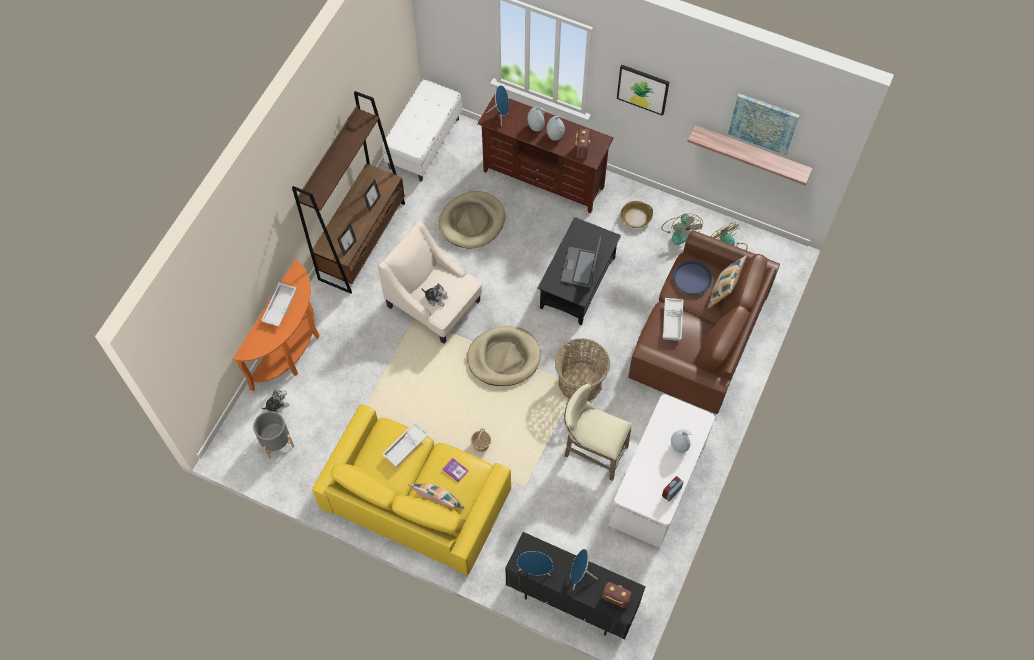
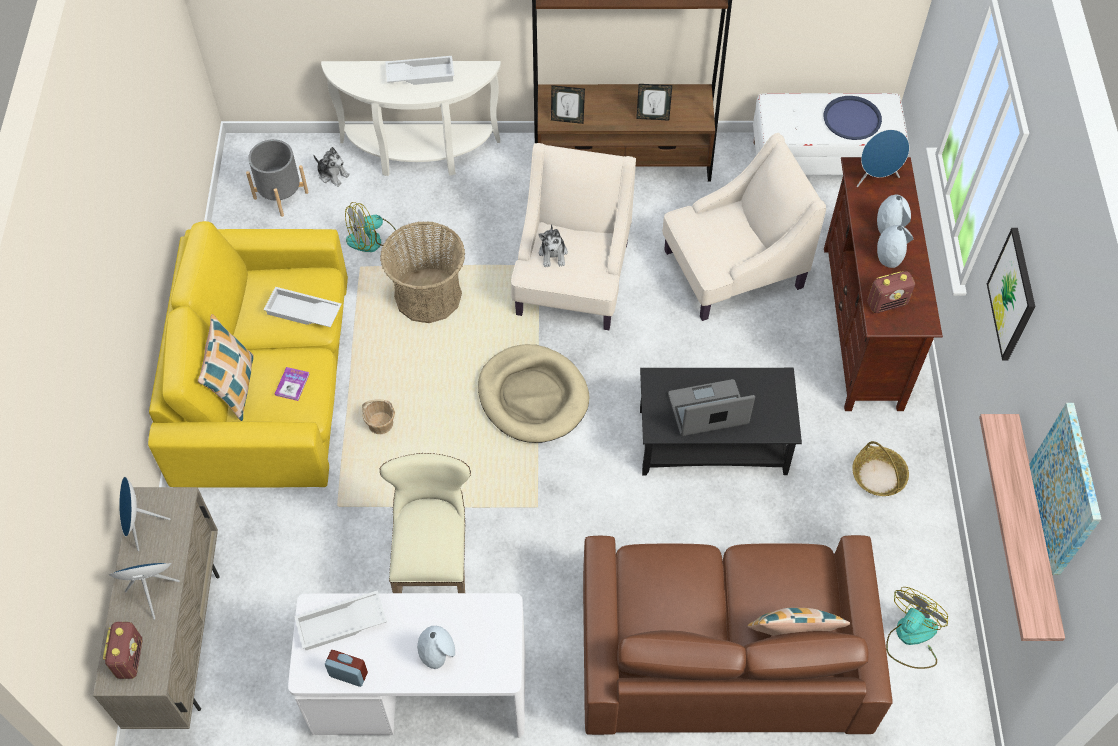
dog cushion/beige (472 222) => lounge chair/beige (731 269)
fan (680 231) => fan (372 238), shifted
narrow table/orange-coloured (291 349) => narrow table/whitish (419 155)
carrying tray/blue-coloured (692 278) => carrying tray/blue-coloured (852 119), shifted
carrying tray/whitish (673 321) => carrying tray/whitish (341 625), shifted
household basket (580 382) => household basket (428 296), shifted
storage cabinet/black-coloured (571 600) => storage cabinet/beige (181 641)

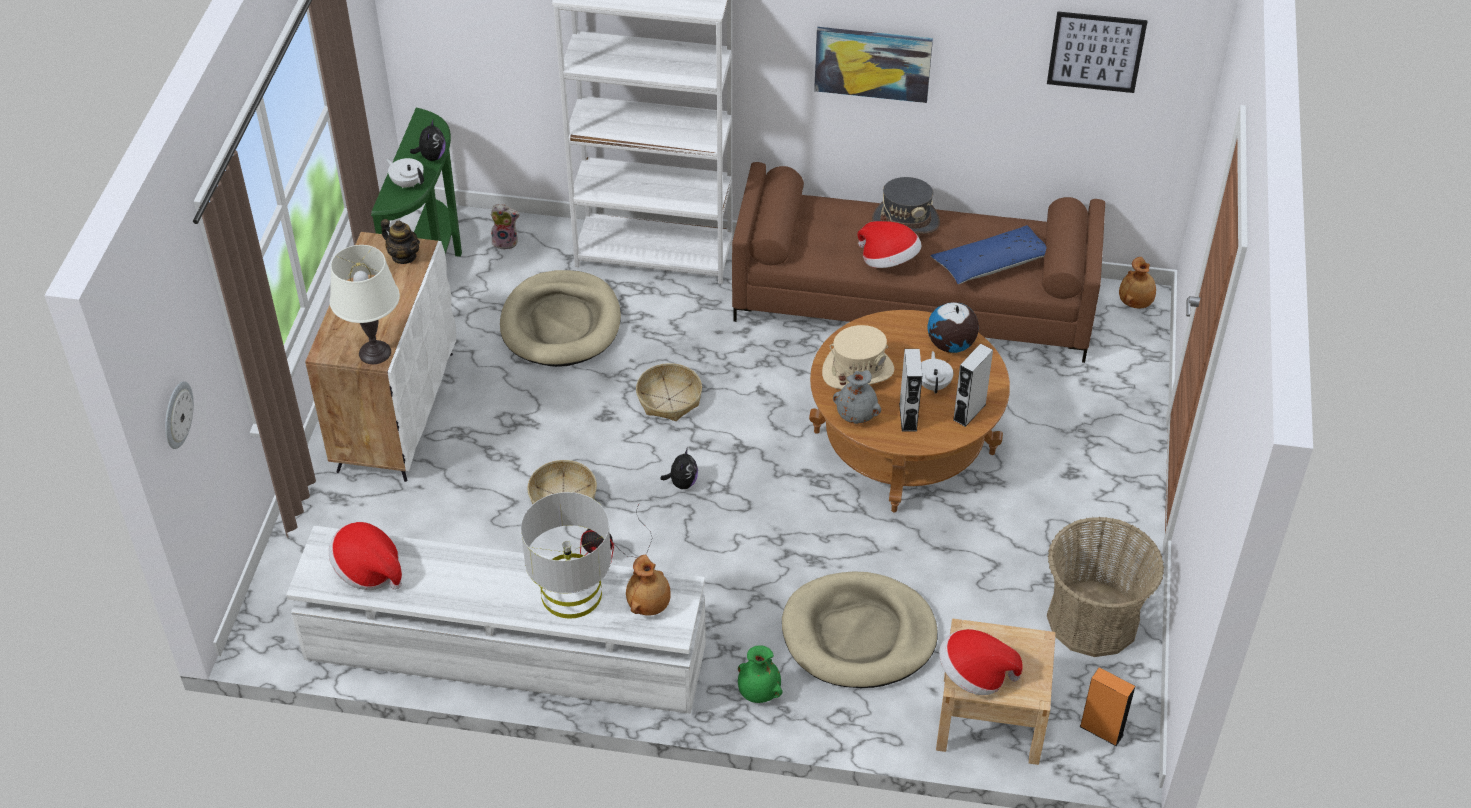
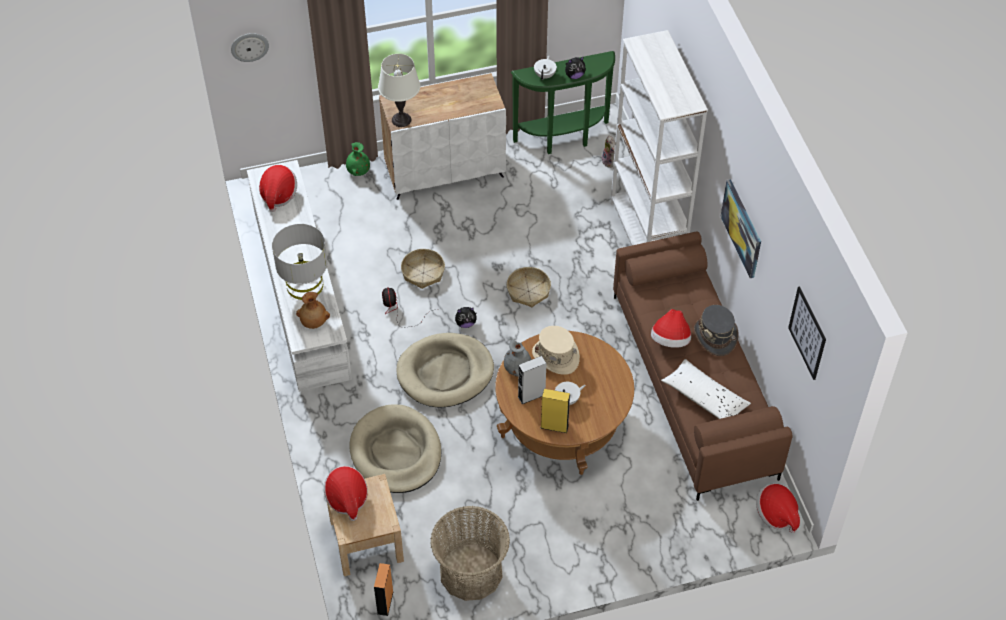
teapot (404 256) => nothing
pillow/blue-coloured (992 264) => pillow/whitish (704 397)
vase/brown-coloured (1135 302) => clothing hat (776 514)
dog cushion/beige (561 323) => dog cushion/beige (445 373), shifted
world globe (950 345) => nothing
speaker/greyish (969 412) => speaker/yellow (554 426)
vase/green-coloured (758 692) => vase/green-coloured (358 171), shifted

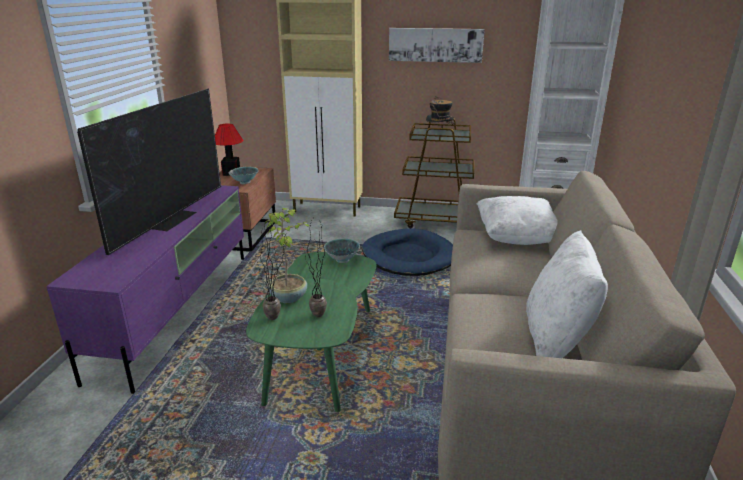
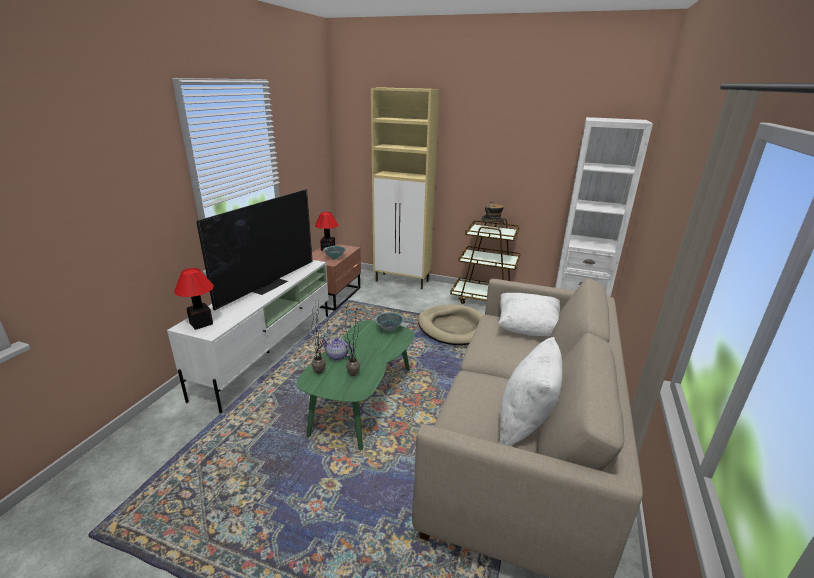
wall picture (435 45) => nothing
tv unit/purplish (177 310) => tv unit/whitish (269 351)
potted plant (289 297) => teapot (337 356)
dog cushion/blue-coloured (408 256) => dog cushion/beige (453 328)
nothing => lamp for a table (201 323)

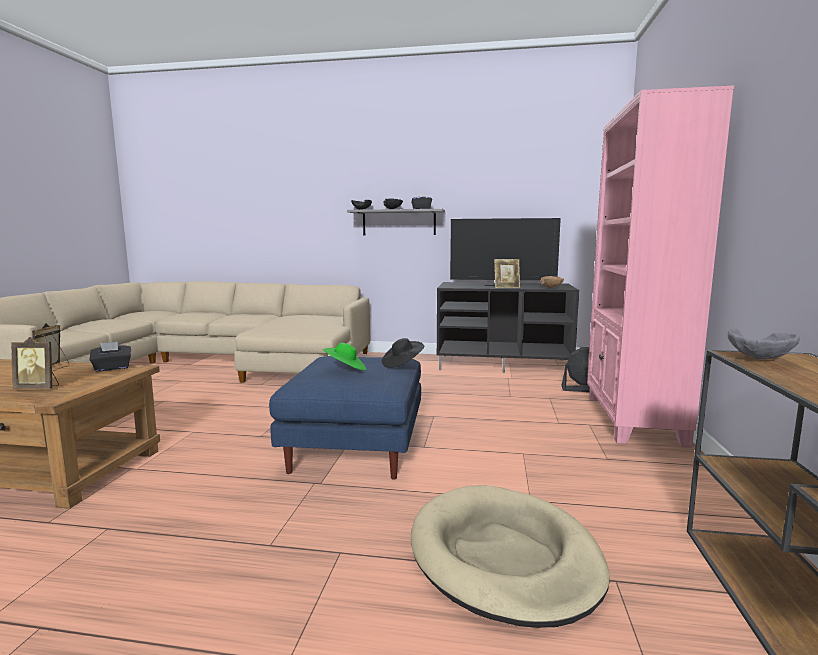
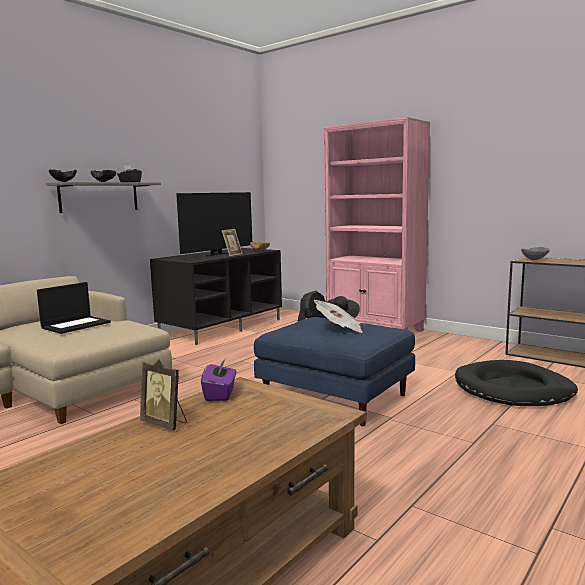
picture frame (38 388) => nothing
box of tissues/black-coloured (112 368) => box of tissues/purplish (220 394)
clothing hat/green-coloured (345 369) => daily paper (339 329)
dog cushion/beige (504 557) => dog cushion/black-coloured (513 389)
nothing => portable computer (76 325)

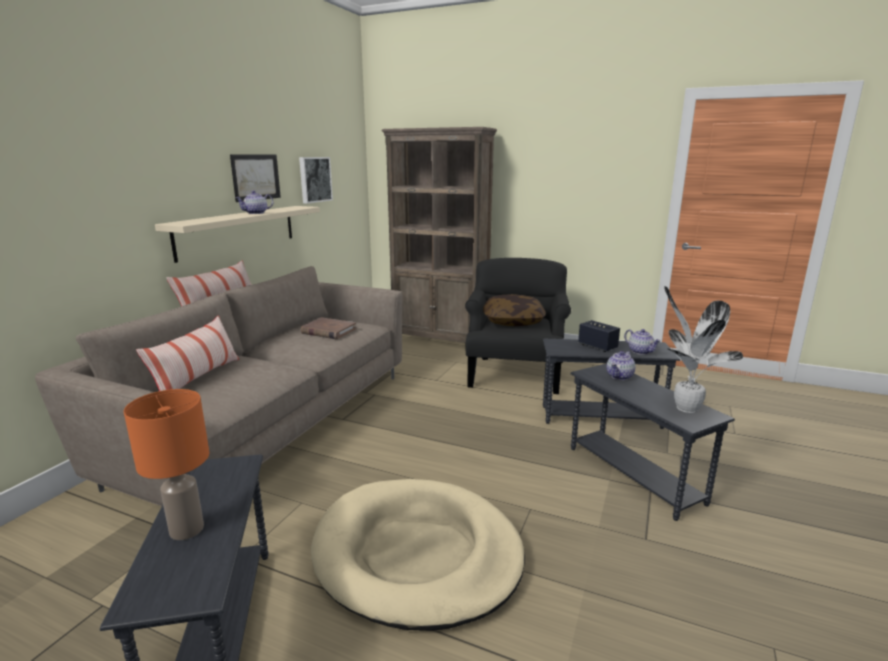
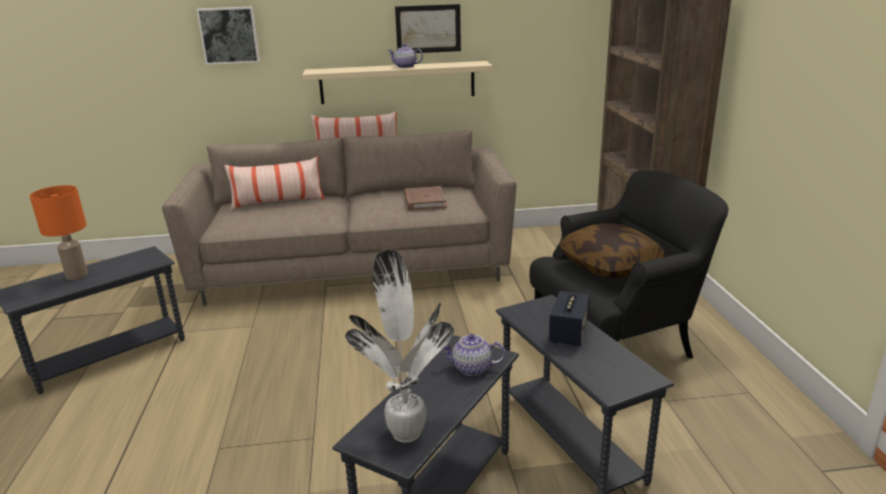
wall picture (314 179) => wall picture (229 35), shifted
teapot (640 351) => nothing
dog cushion/beige (417 554) => nothing

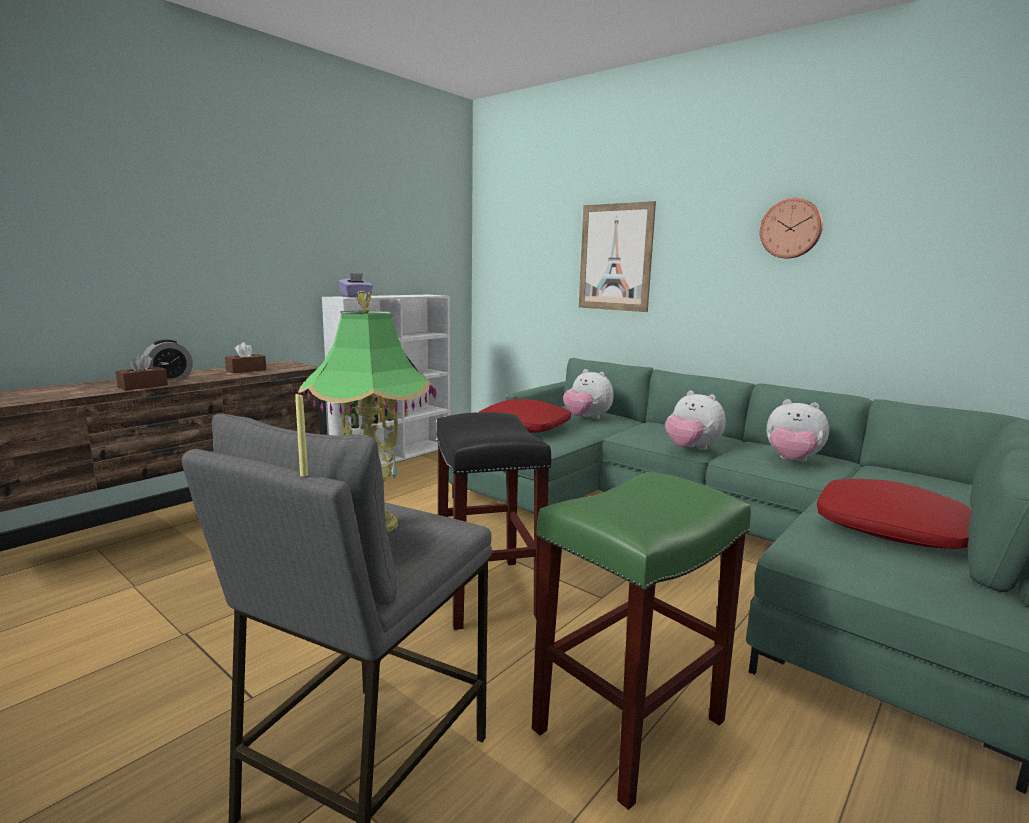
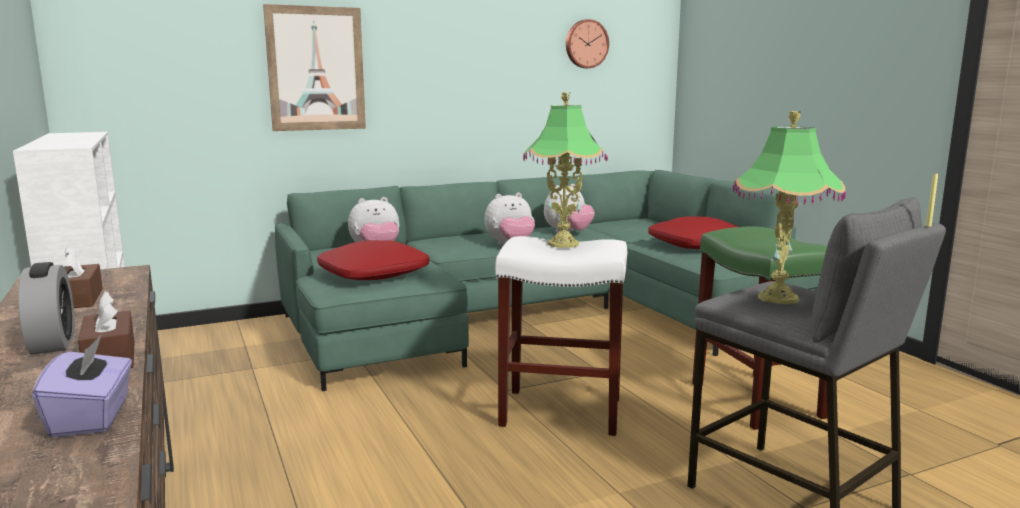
hanging clock (791 228) => hanging clock (586 44), shifted
box of tissues/purplish (356 297) => box of tissues/purplish (92 417), shifted
sitting stool/black-coloured (488 593) => sitting stool/whitish (563 411)
nothing => lamp for a table (563 244)

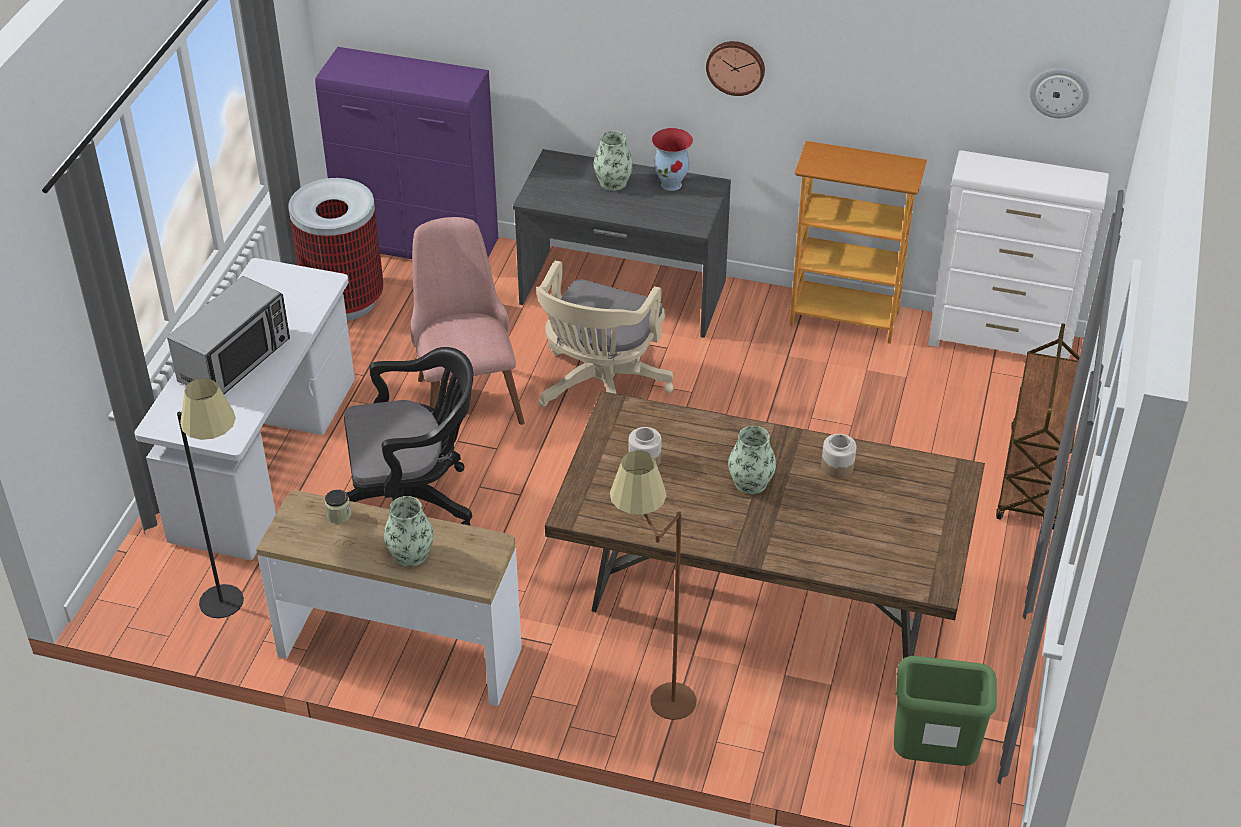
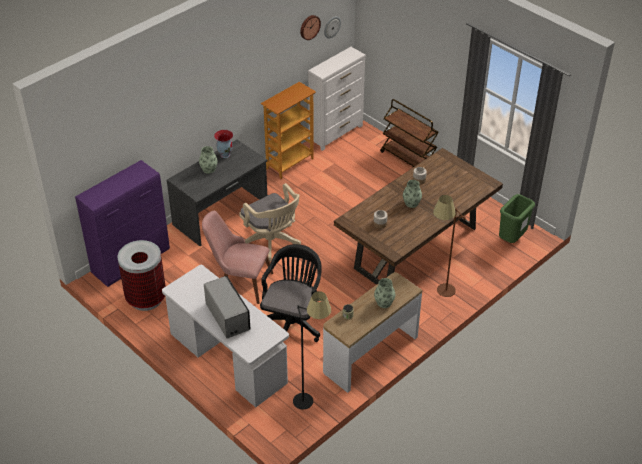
hanging clock (736 66) => hanging clock (309 27), shifted

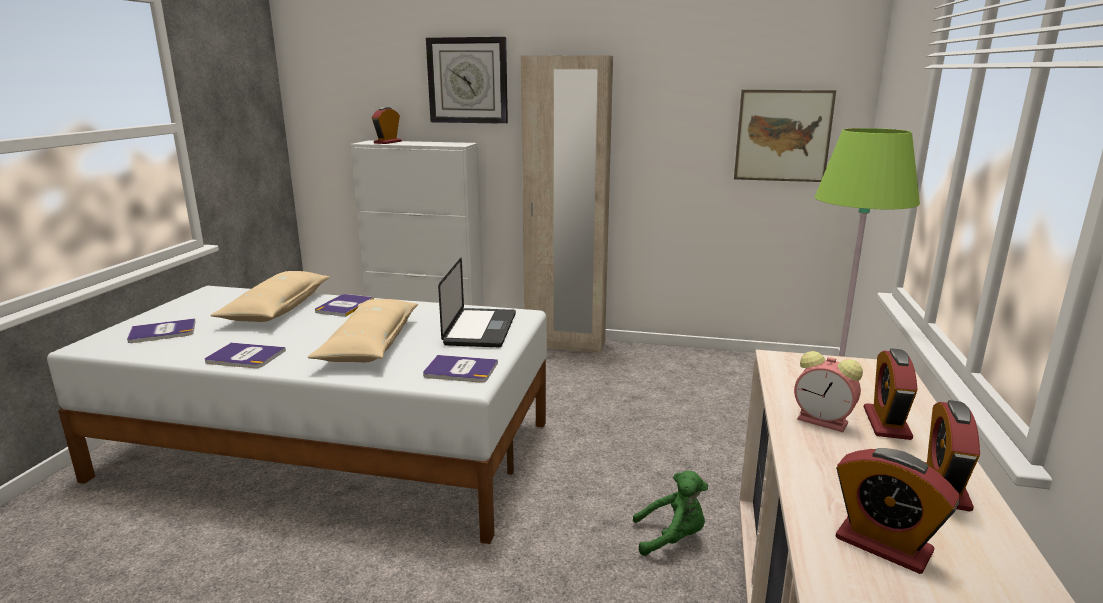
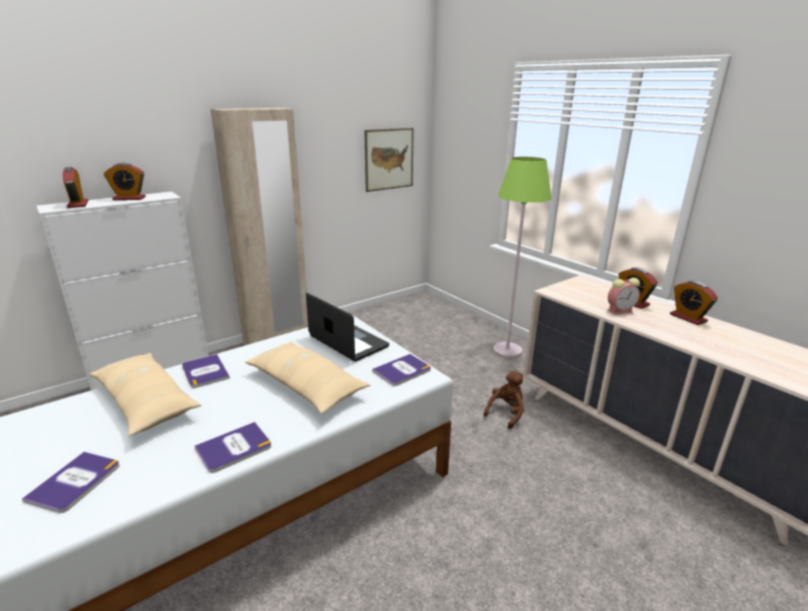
hanging clock (468 80) => nothing
alarm clock (883 545) => alarm clock (129 198), shifted
cuddly toy/green-coloured (672 538) => cuddly toy/brown-coloured (506 413)

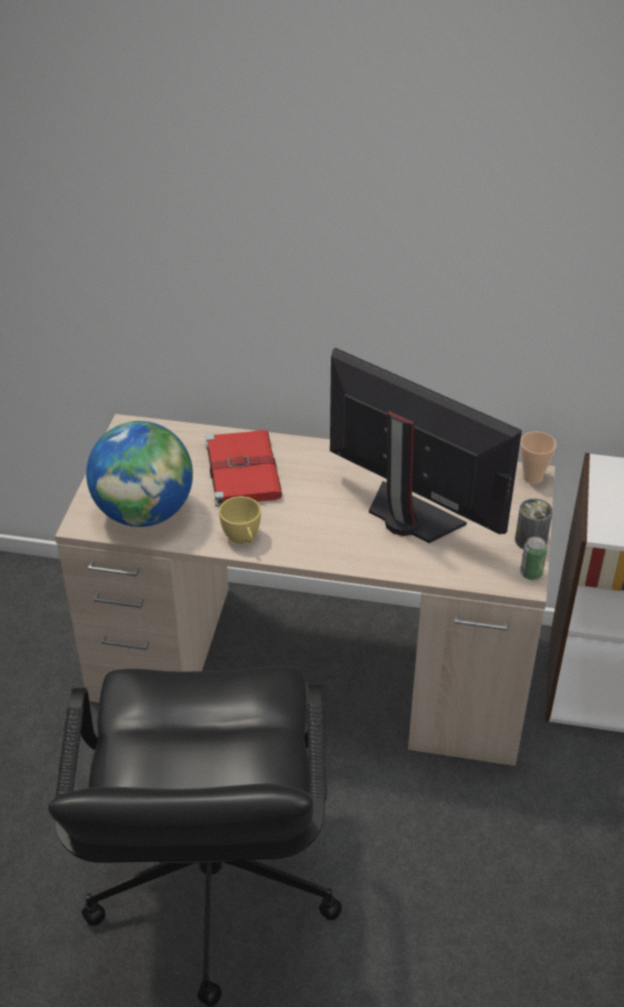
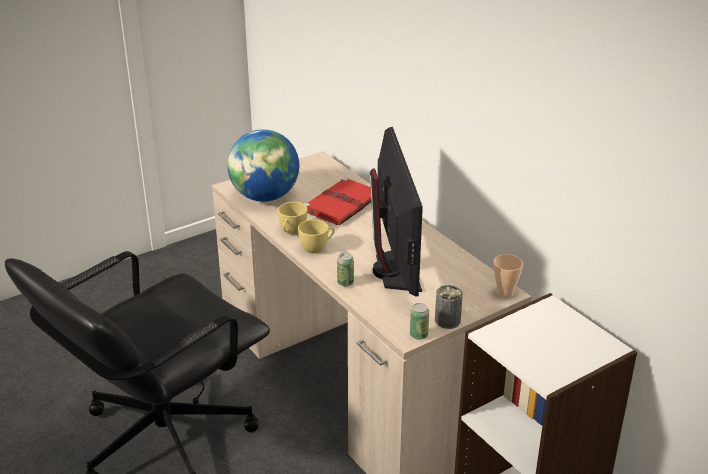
nothing => drinking cup/yellow (317 248)
nothing => sealed can (345 283)

